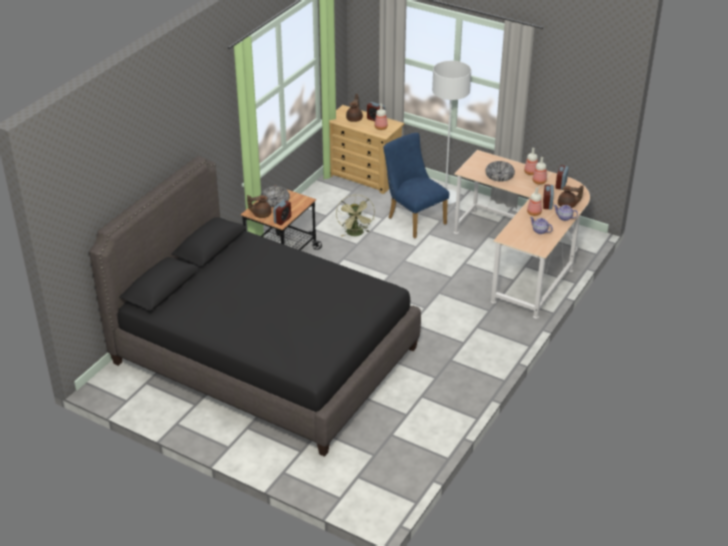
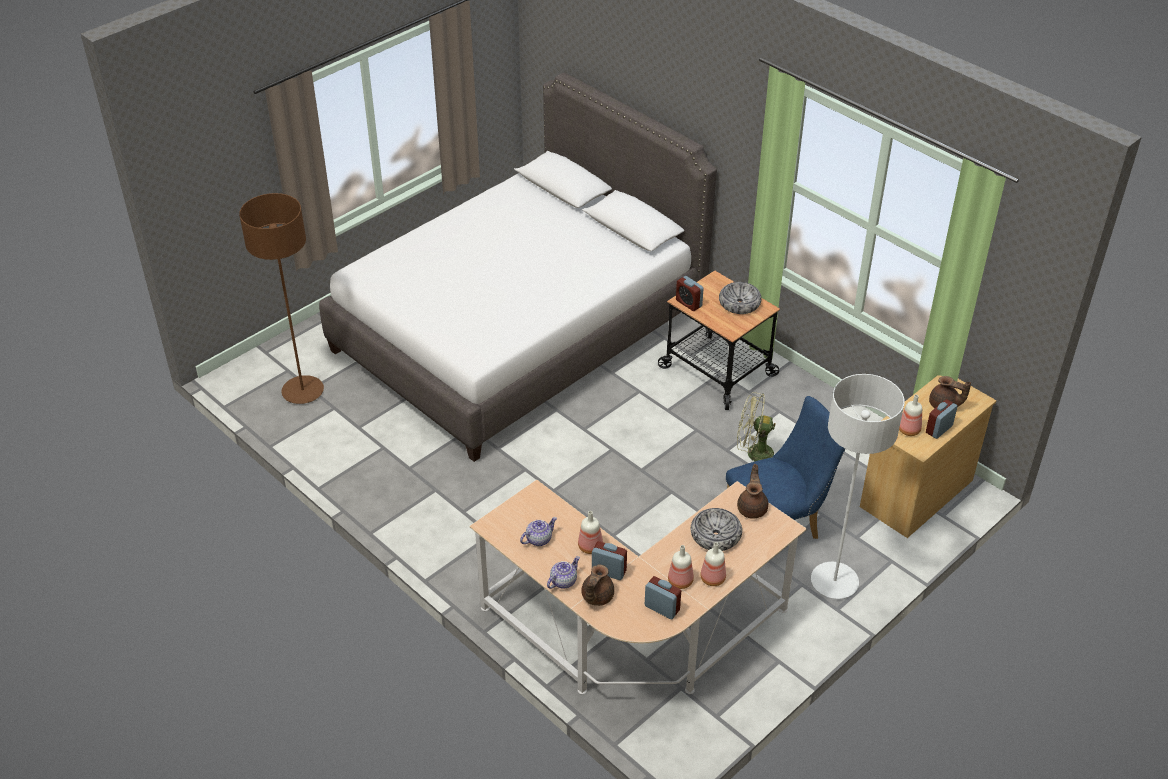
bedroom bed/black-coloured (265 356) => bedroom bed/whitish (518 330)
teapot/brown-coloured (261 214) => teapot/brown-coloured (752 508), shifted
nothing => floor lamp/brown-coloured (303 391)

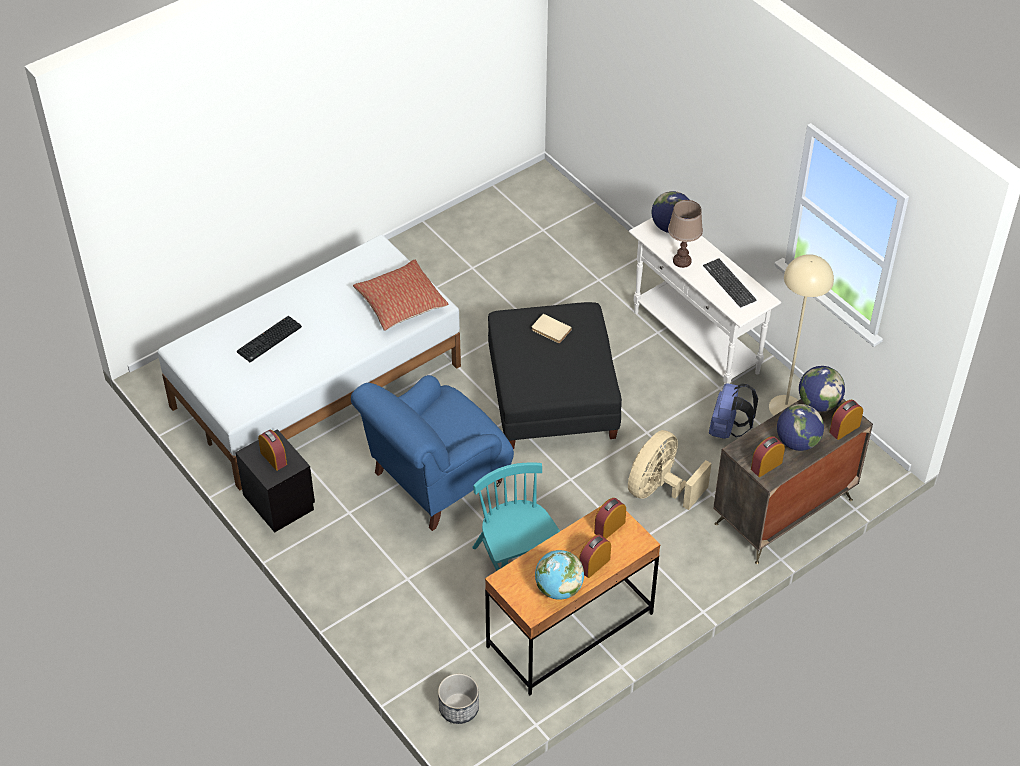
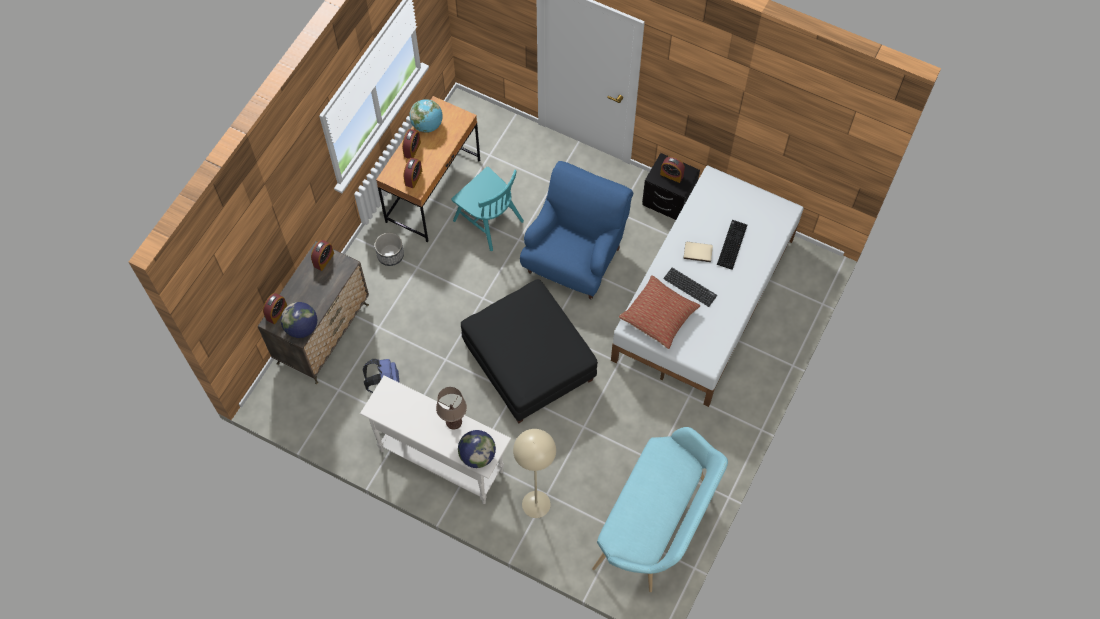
floor lamp/beige (786 407) => floor lamp/beige (535 504), shifted
keyboard (729 283) => keyboard (690 287), shifted
book/beige (550 330) => book/beige (698 251), shifted
world globe (797 442) => nothing
fan/beige (660 490) => nothing
flower pot (458 708) => flower pot (390 255), shifted
nothing => indoor bench/turquoise (657 525)

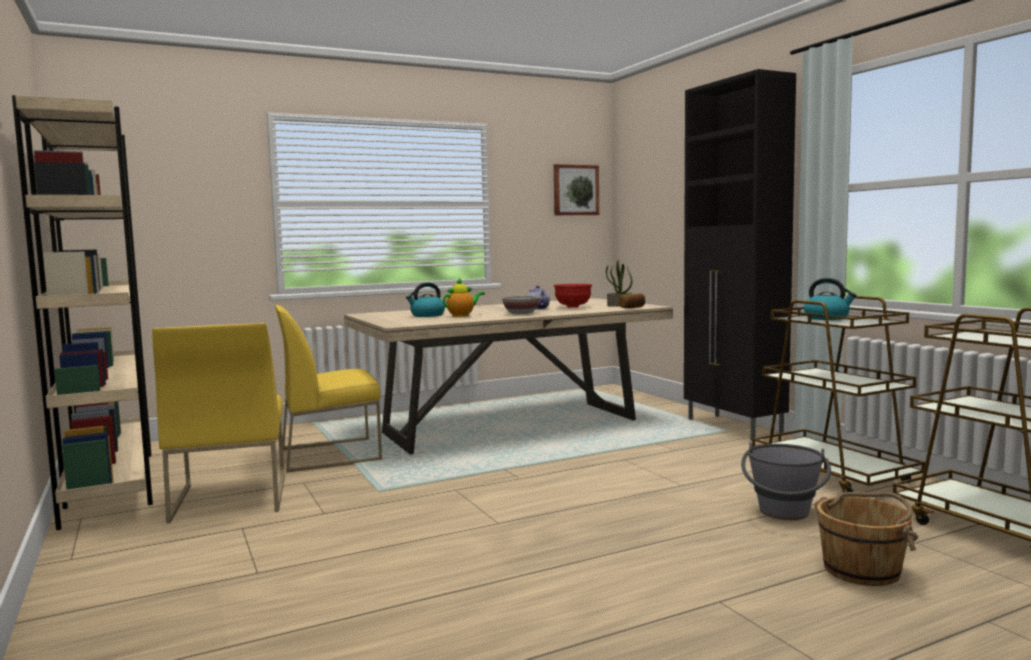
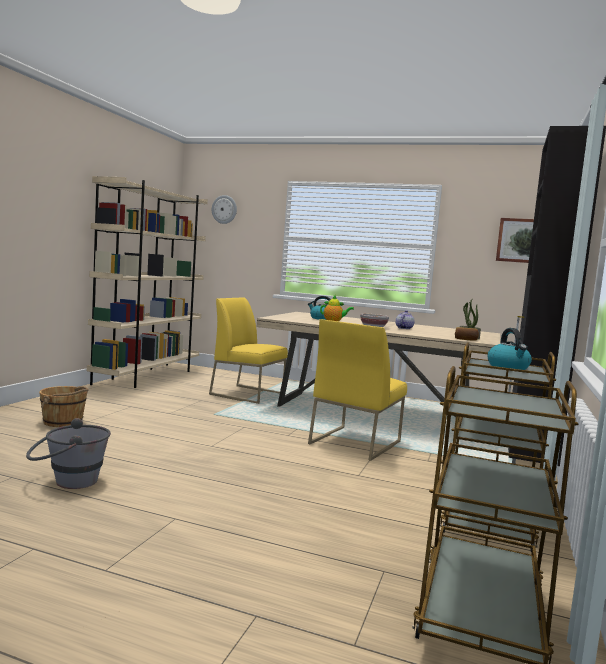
deep dish/red (573 307) => nothing
chair/yellow (229 498) => chair/yellow (354 442), shifted
water bucket/greyish (784 515) => water bucket/greyish (67 482), shifted
water bucket/brown-coloured (862 570) => water bucket/brown-coloured (63 422), shifted
nothing => hanging clock (224 209)

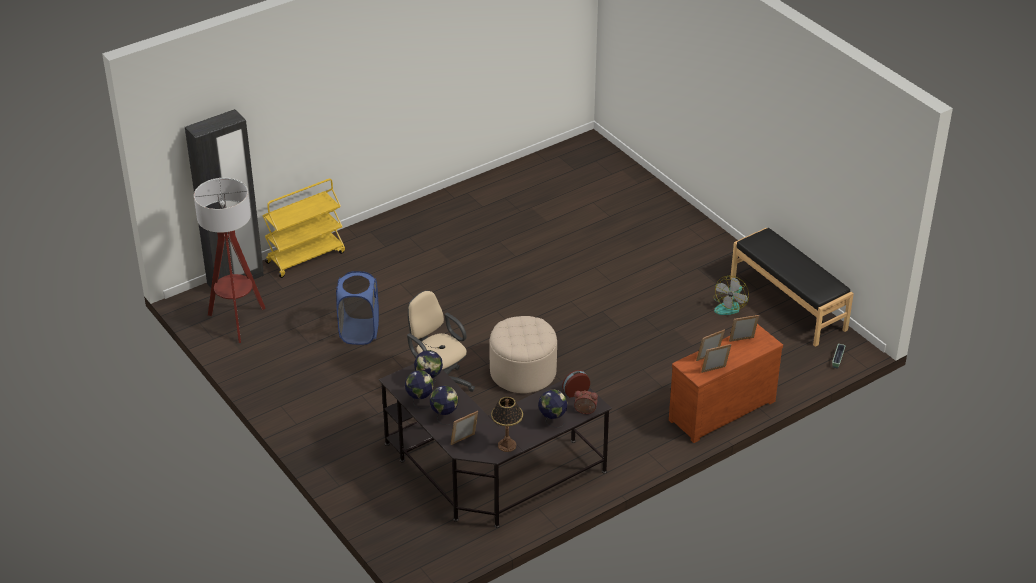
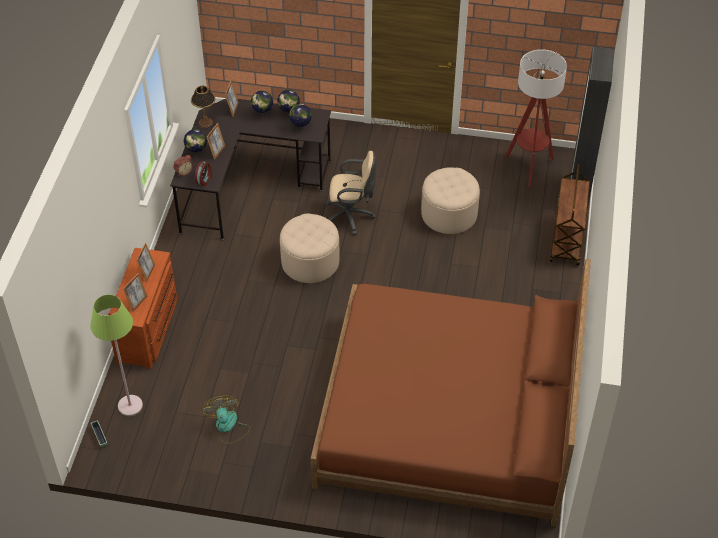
wheeled cart/yellow (306 257) => wheeled cart/brown-coloured (567 240)
indoor bench/black-coloured (788 304) => nothing
washing basket/blue-coloured (359 332) => footrest/beige (449 214)
picture frame (714 371) => picture frame (217 152), shifted
nothing => bedroom bed/brown-coloured (448 415)
nothing => floor lamp/green-coloured (130 406)

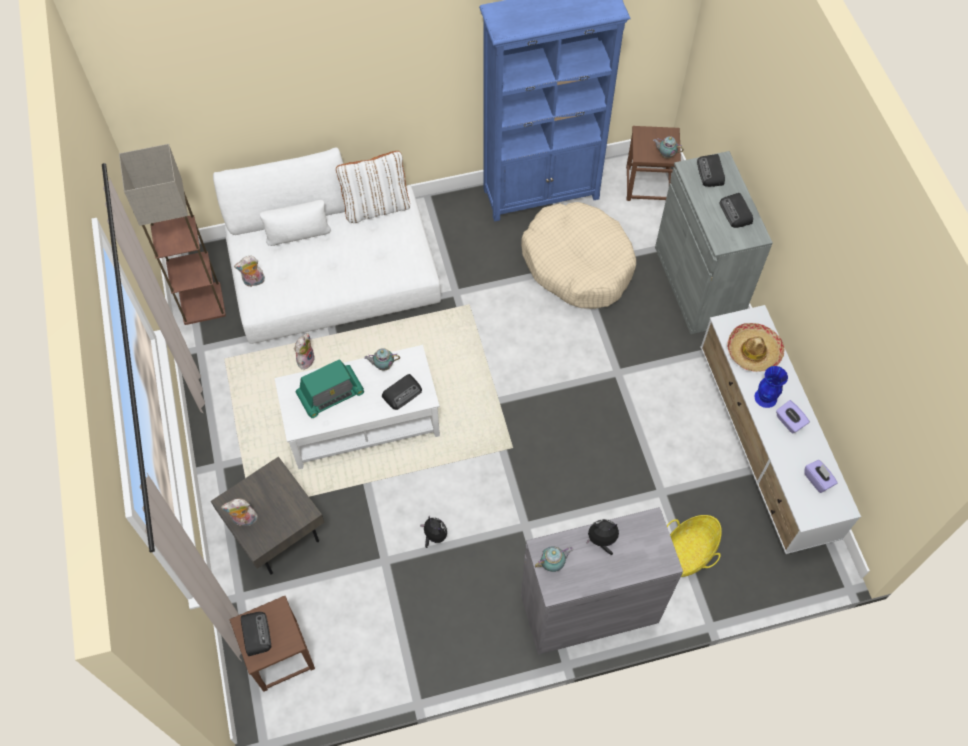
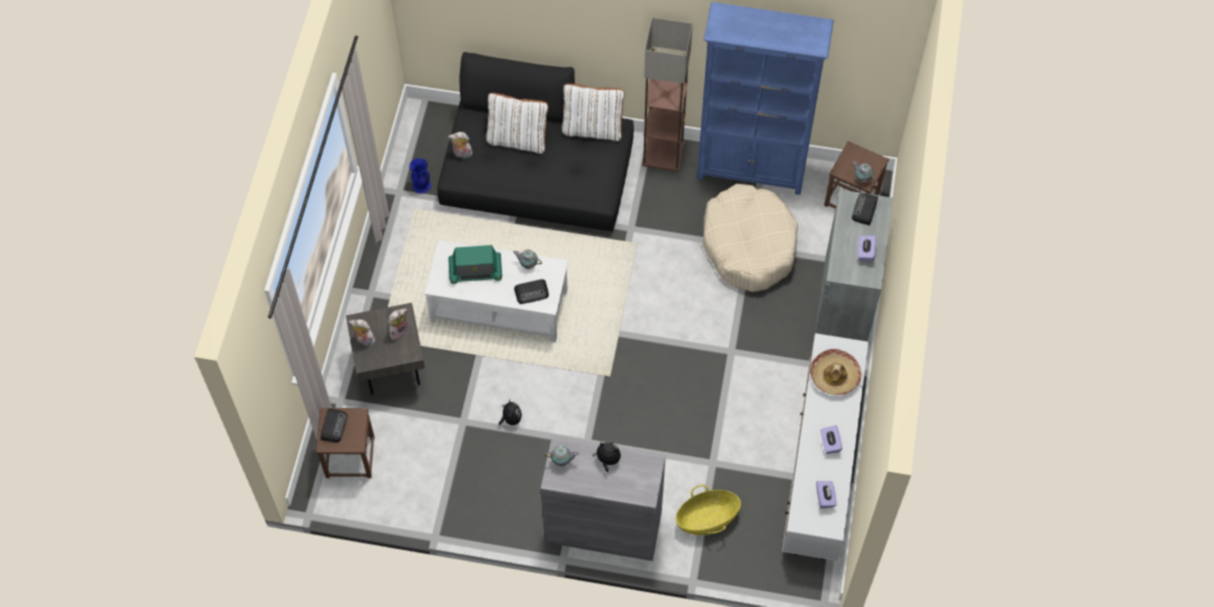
floor lamp (203 303) => floor lamp (664 153), shifted
couch/whitish (334 273) => couch/black-coloured (538 171)
radio set (736 213) => box of tissues/purplish (865 252)
cuddly toy (305 360) => cuddly toy (398 330), shifted
vase/blue-coloured (765 398) => vase/blue-coloured (421 186), shifted
nothing => pillow/whitish (518 139)

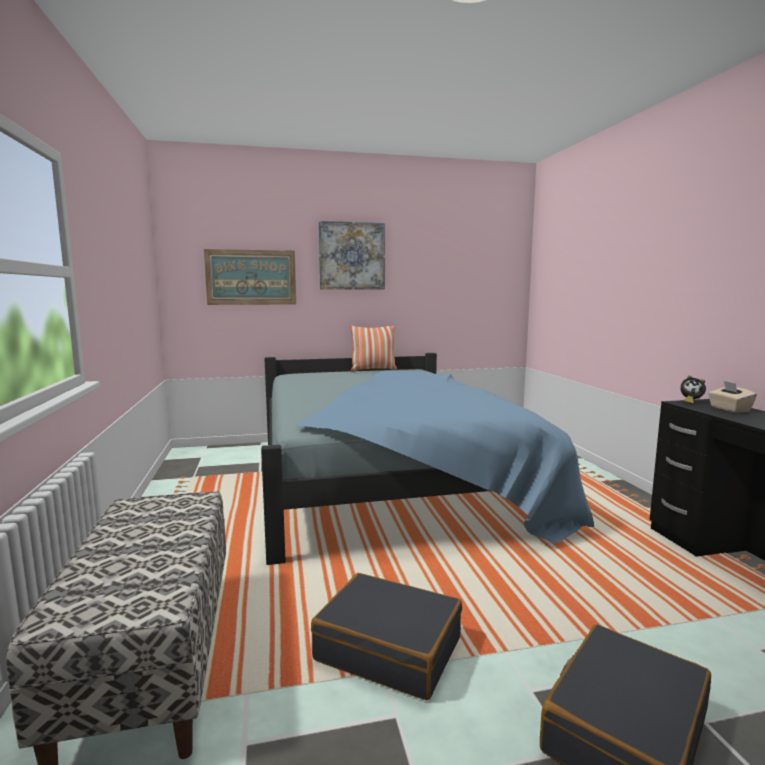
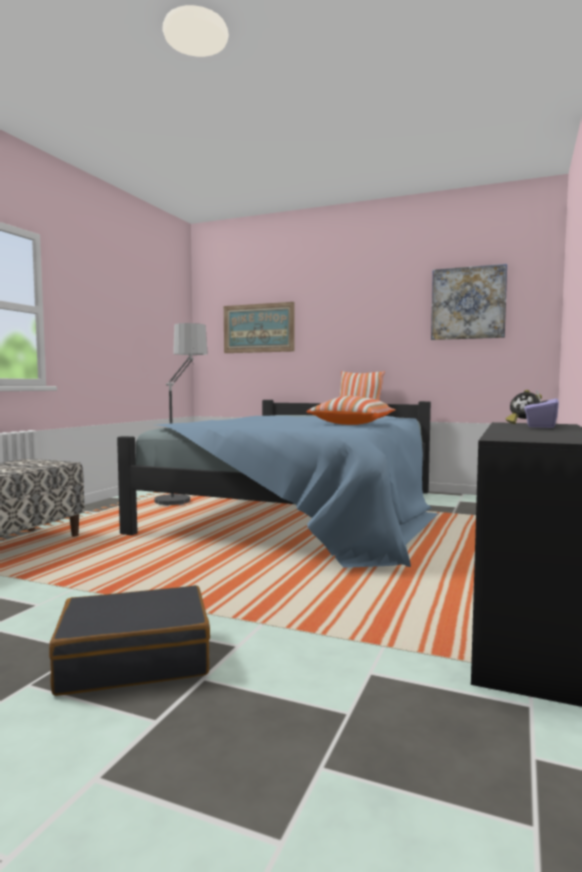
wall picture (351 256) => wall picture (468 303), shifted
box of tissues/beige (729 409) => box of tissues/purplish (540 426)
travel case/black-coloured (389 648) => nothing
nothing => floor lamp (181 497)
nothing => pillow (352 424)

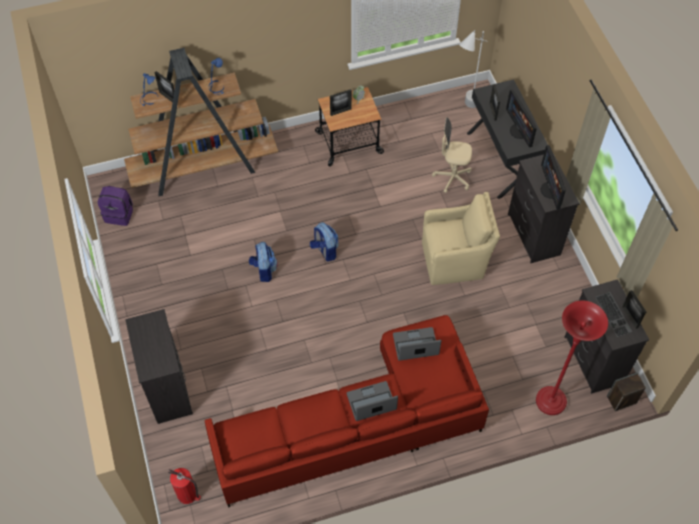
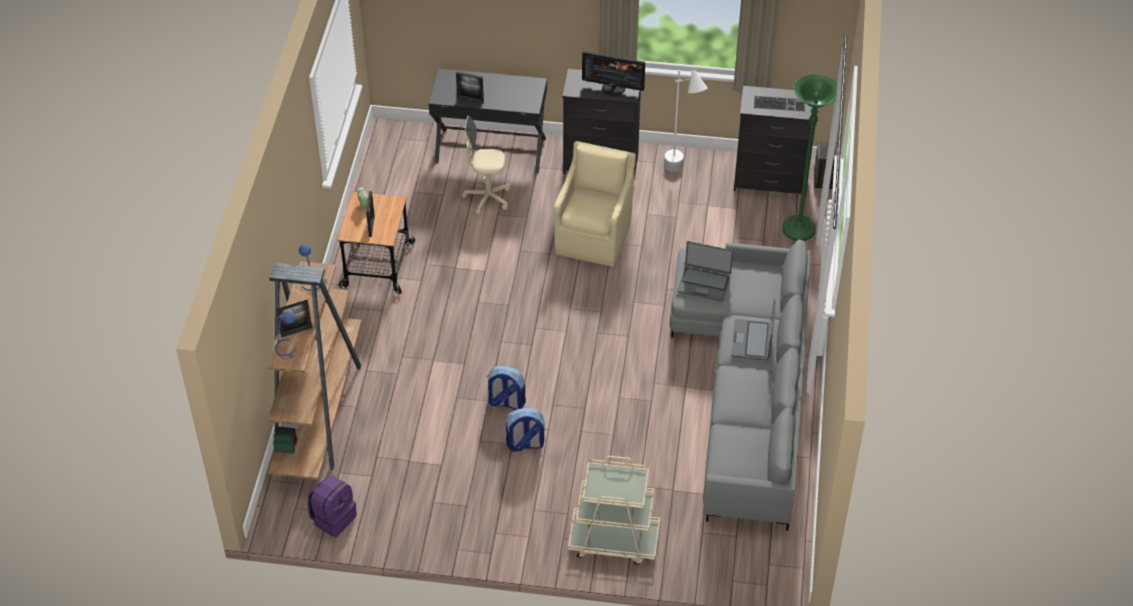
floor lamp/whitish (465 110) => floor lamp/whitish (681 175), shifted
monitor (519 131) => nothing
office chair/beige (452 178) => office chair/beige (487 198), 60 degrees clockwise
backpack (325 250) => backpack (525 444), shifted
picture frame (630 317) => nothing
floor lamp/red (550 401) => floor lamp/green-coloured (798 230)
chest of drawers/black-coloured (168 388) => wheeled cart/beige (613 540)
couch/red (358 424) => couch/greyish (746 387)
portable computer (415 345) => portable computer (704 283), 90 degrees counterclockwise
fire extinguisher (188 494) => nothing

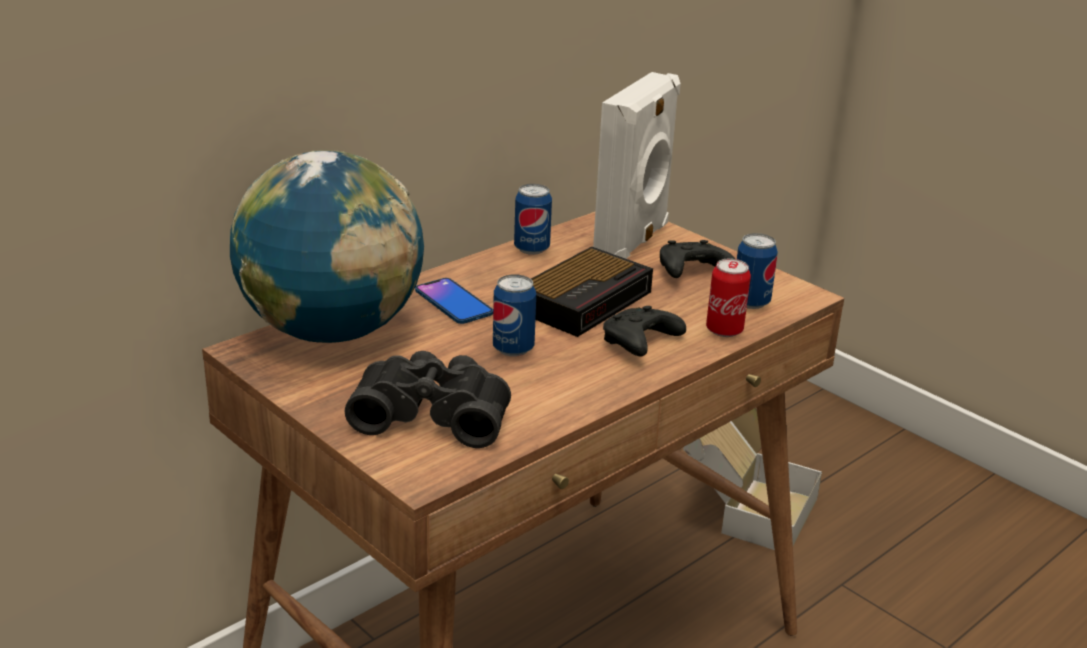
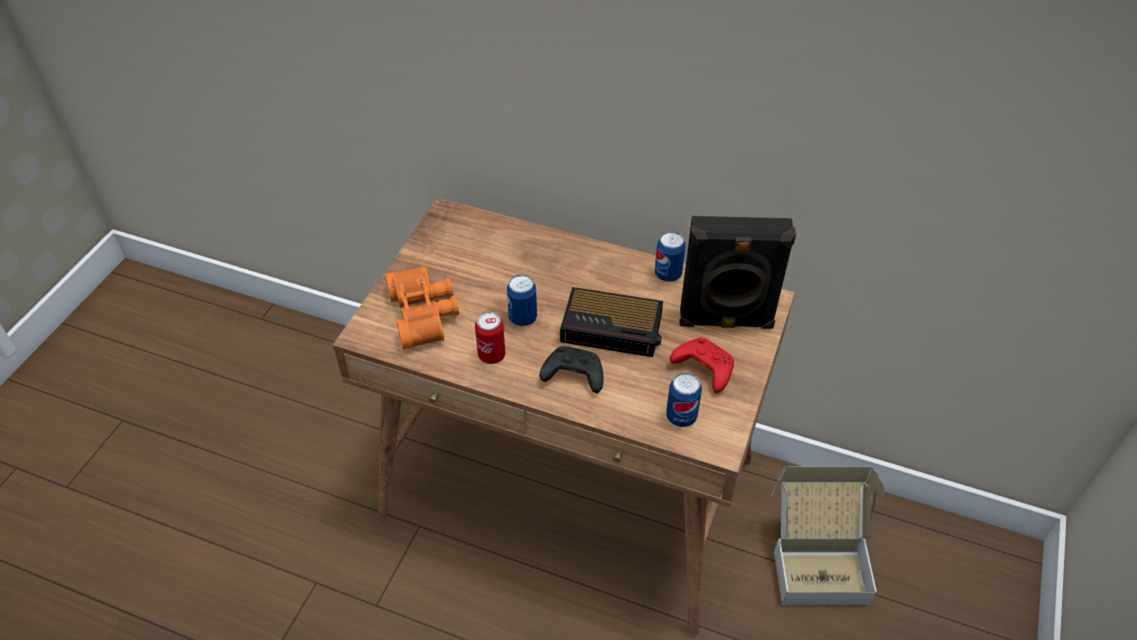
speaker/whitish (633 242) => speaker/black-coloured (726 321)
world globe (332 332) => nothing
joypad/black-coloured (691 272) => joypad/red (702 369)
sealed can (724 330) => sealed can (491 355), shifted
phone (453 302) => nothing
binoculars/black-coloured (433 414) => binoculars/orange-coloured (425 314)

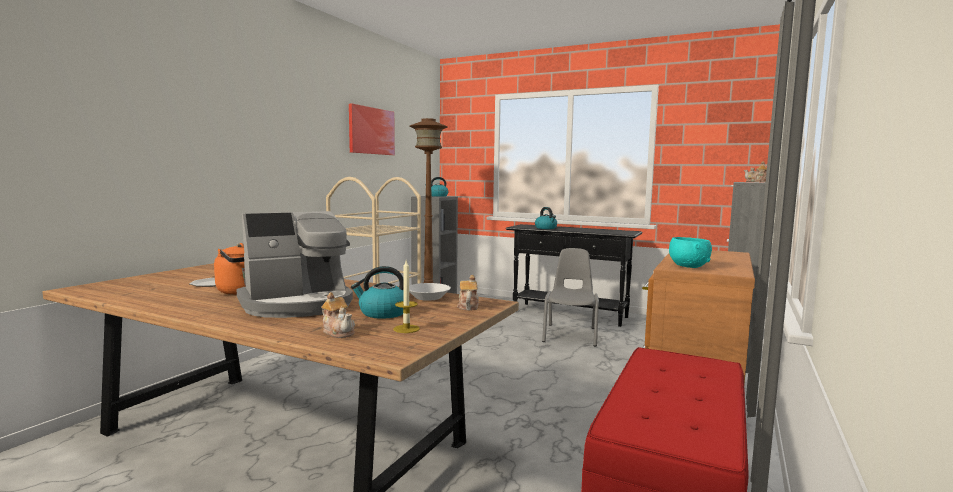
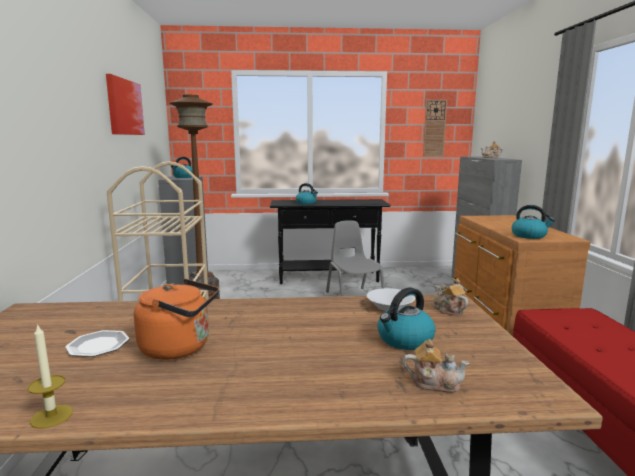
coffee brewer (298 304) => nothing
deep dish/turquoise (688 266) => water kettle (529 236)
wax candle (406 329) => wax candle (51 416), shifted
nothing => hanging clock (434 128)

